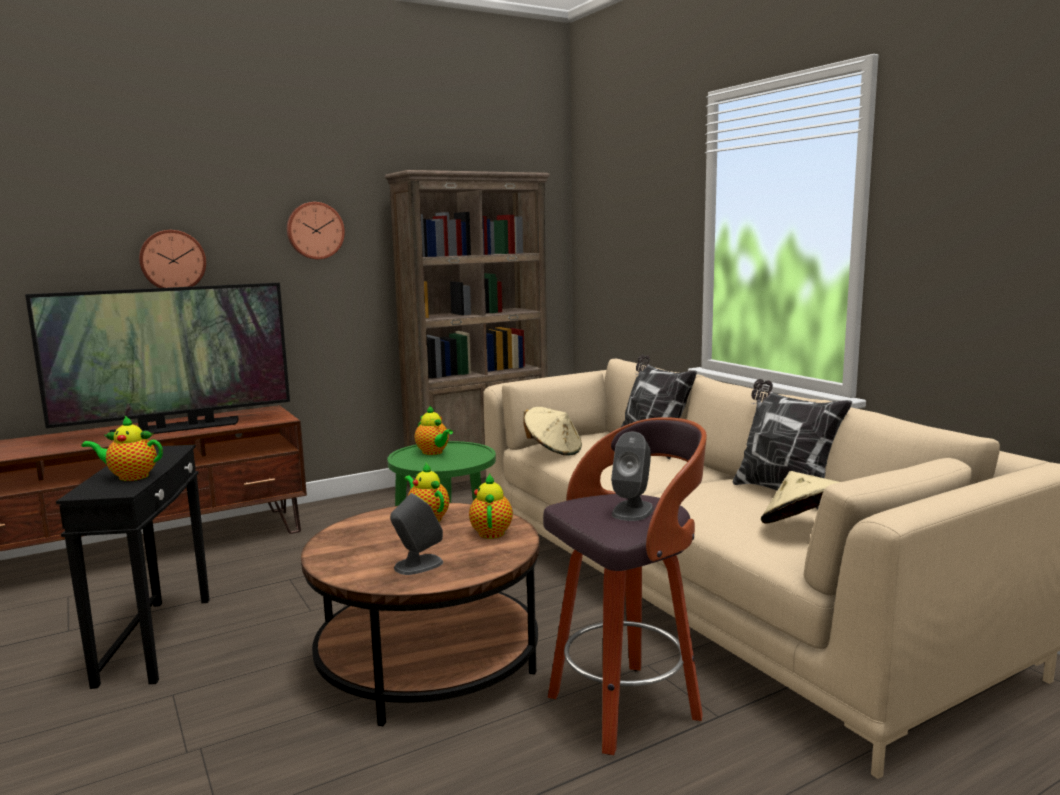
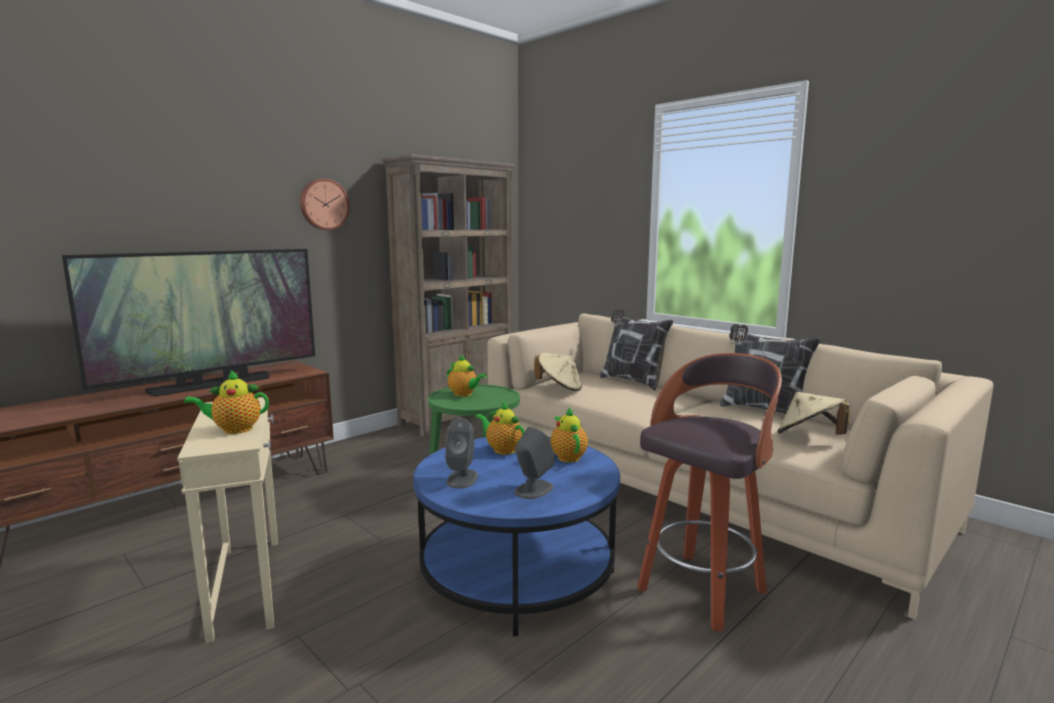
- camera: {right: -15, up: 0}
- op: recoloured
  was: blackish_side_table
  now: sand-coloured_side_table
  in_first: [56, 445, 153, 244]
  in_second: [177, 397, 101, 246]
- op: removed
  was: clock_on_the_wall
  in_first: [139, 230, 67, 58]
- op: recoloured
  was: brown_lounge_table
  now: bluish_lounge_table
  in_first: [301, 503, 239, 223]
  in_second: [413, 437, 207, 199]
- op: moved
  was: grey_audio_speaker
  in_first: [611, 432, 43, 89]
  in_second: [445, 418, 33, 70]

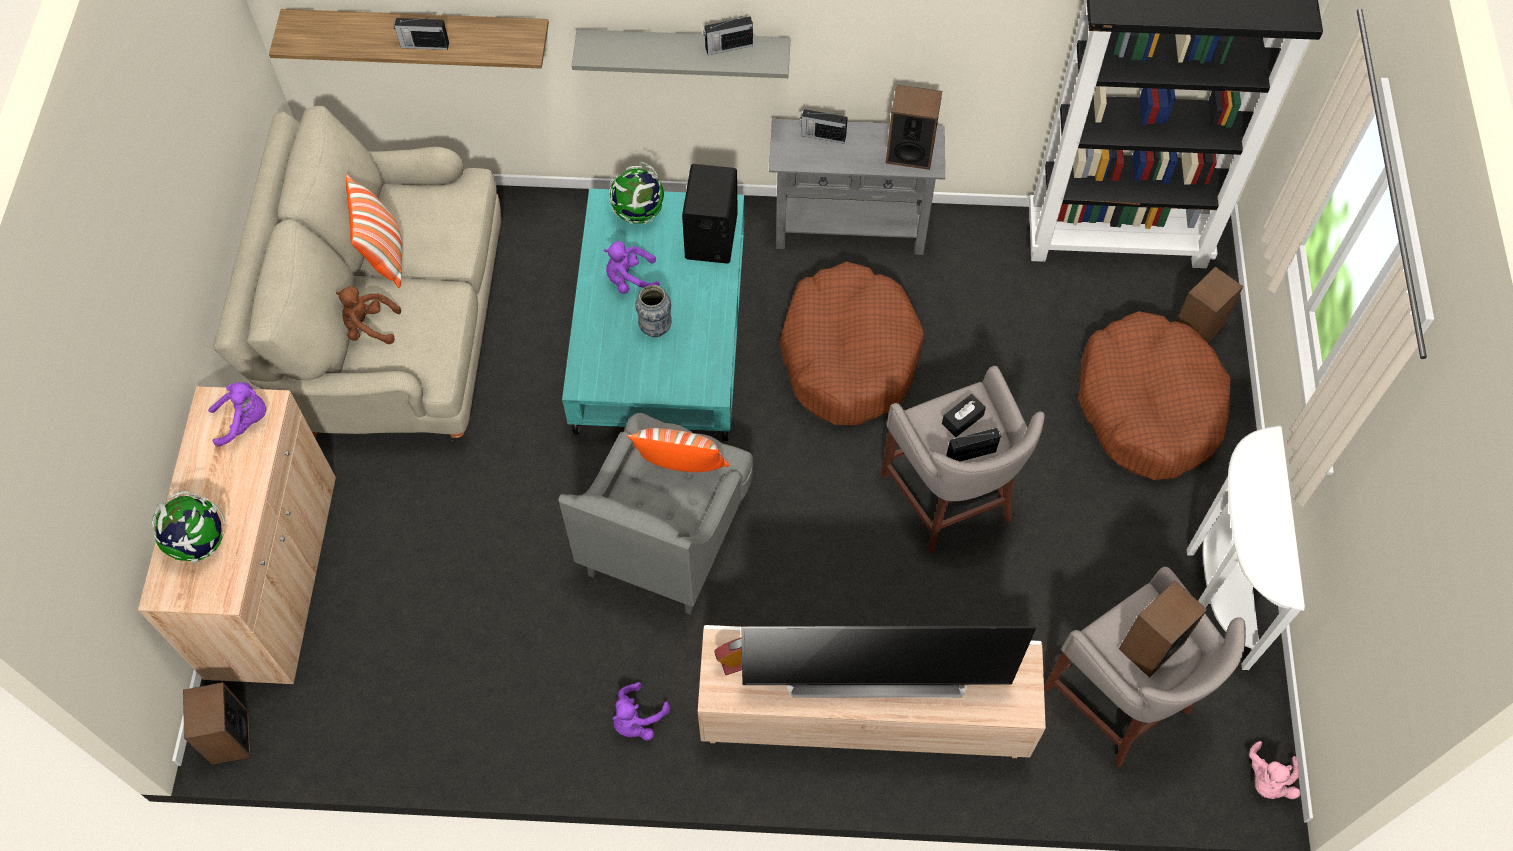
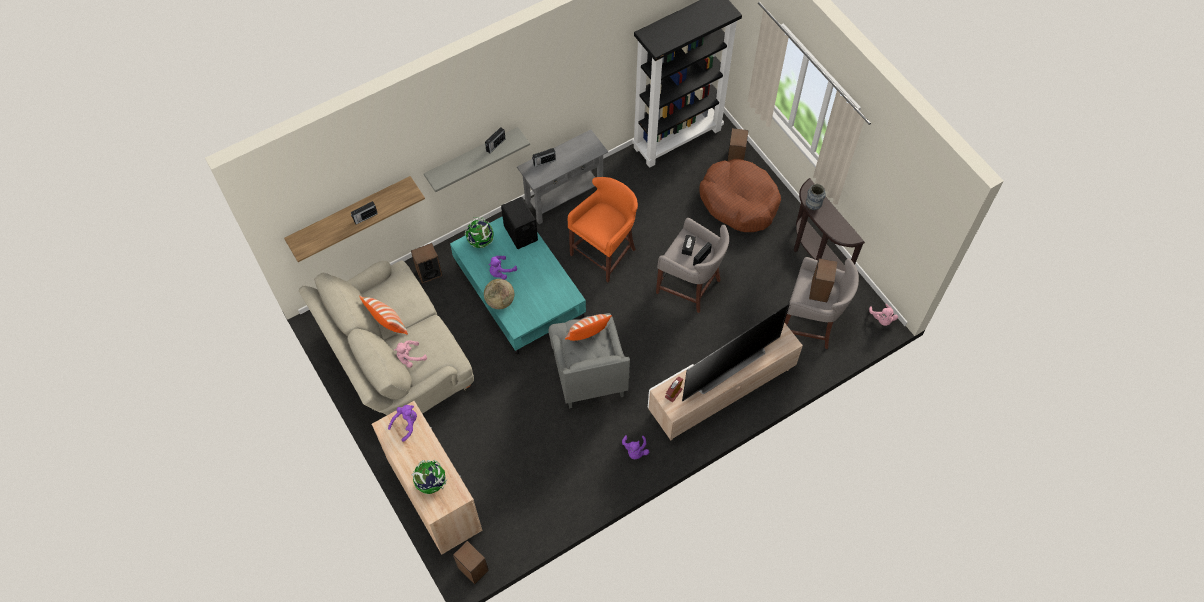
- camera: {right: -35, up: 0}
- op: recoloured
  was: brown_cuddly_toy
  now: pink_cuddly_toy
  in_first: [336, 286, 65, 58]
  in_second: [394, 341, 33, 27]
- op: moved
  was: flower_vase
  in_first: [635, 285, 37, 52]
  in_second: [806, 184, 20, 27]
- op: replaced
  was: brown_dog_cushion
  now: orange-coloured_stool
  in_first: [779, 262, 145, 163]
  in_second: [568, 177, 70, 105]
- op: moved
  was: audio_speaker
  in_first: [886, 85, 56, 85]
  in_second: [411, 243, 32, 41]
- op: recoloured
  was: whitish_console_table
  now: brown_console_table
  in_first: [1187, 426, 118, 244]
  in_second: [794, 178, 71, 93]
- op: added
  now: globe
  in_second: [484, 279, 30, 30]

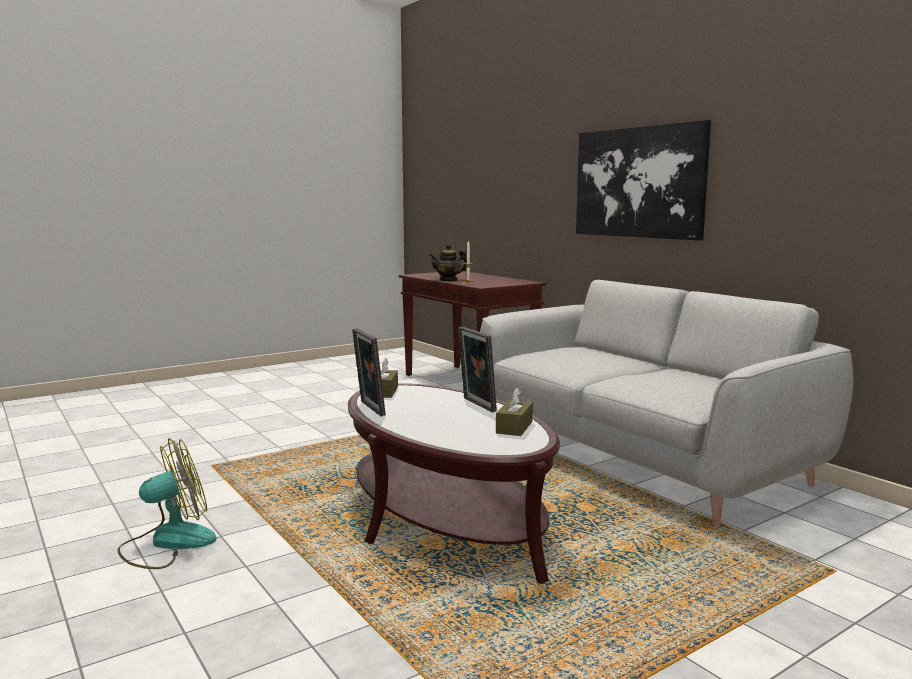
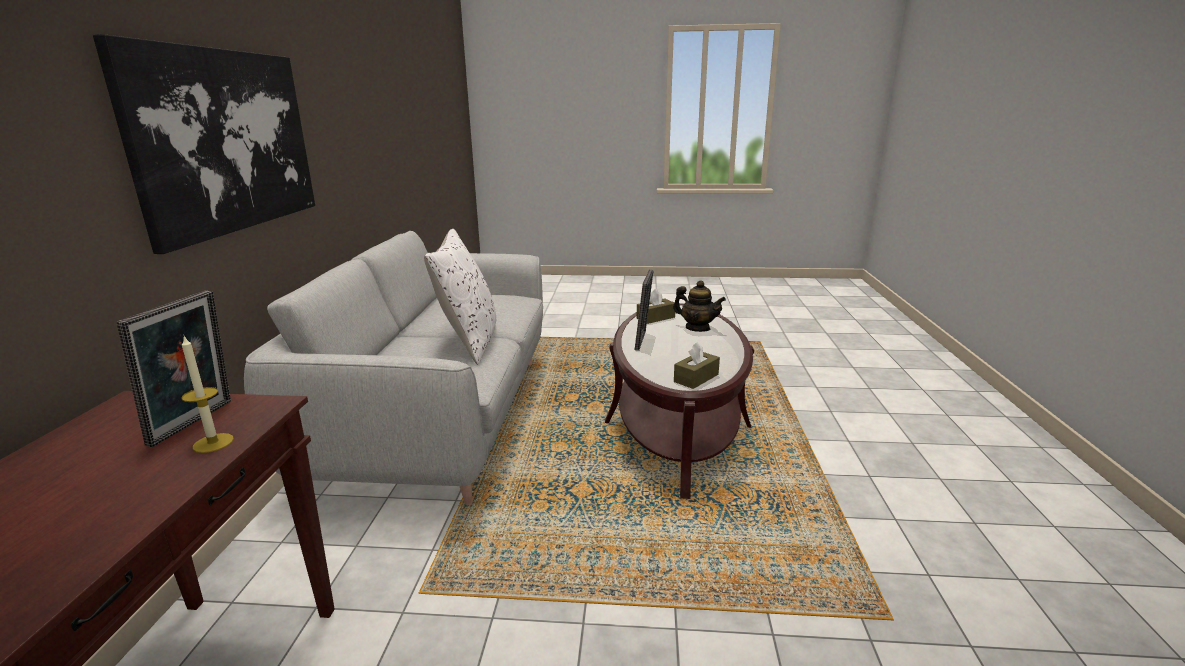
- camera: {right: -140, up: 10}
- op: removed
  was: electric_fan
  in_first: [117, 438, 100, 131]
- op: moved
  was: photo_frame
  in_first: [352, 328, 34, 88]
  in_second: [116, 290, 115, 157]
- op: moved
  was: pot_for_tea
  in_first: [429, 244, 38, 37]
  in_second: [673, 280, 53, 52]
- op: added
  now: whitish_cushion
  in_second: [424, 229, 72, 136]

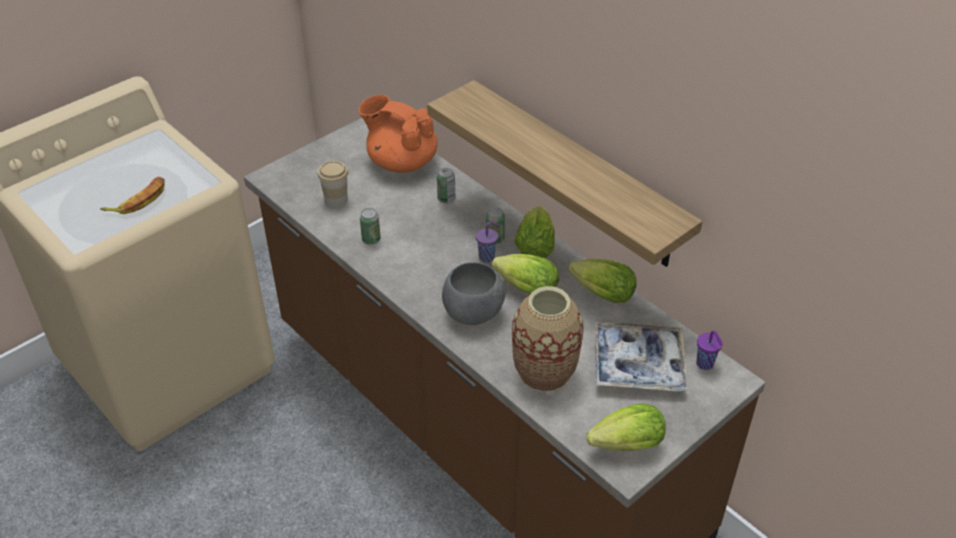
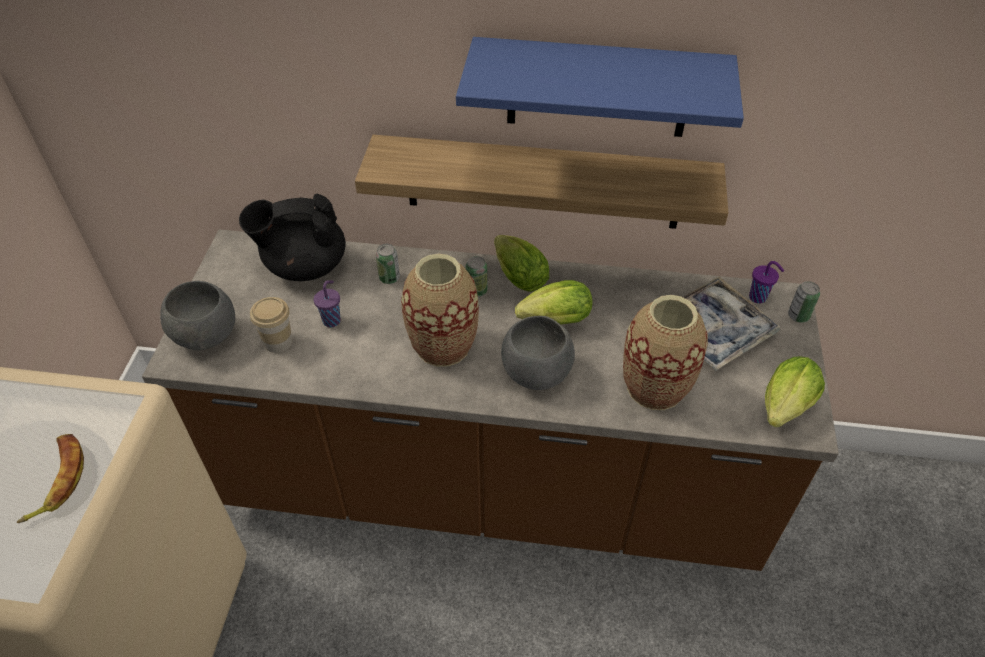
- camera: {right: -40, up: 5}
- op: recoloured
  was: orange-coloured_pot_for_tea
  now: blackish_pot_for_tea
  in_first: [359, 95, 78, 78]
  in_second: [239, 194, 107, 87]
- op: moved
  was: metal_can
  in_first: [360, 208, 21, 37]
  in_second: [788, 281, 32, 42]
- op: moved
  was: purplish_drinking_cup
  in_first: [476, 222, 23, 41]
  in_second: [314, 280, 27, 48]
- op: removed
  was: lettuce
  in_first: [568, 259, 69, 44]
- op: added
  now: grey_deep_dish
  in_second: [160, 281, 75, 69]
- op: added
  now: flower_vase
  in_second: [401, 254, 78, 113]
- op: added
  now: bluish_bracket_shelf
  in_second: [456, 37, 288, 100]

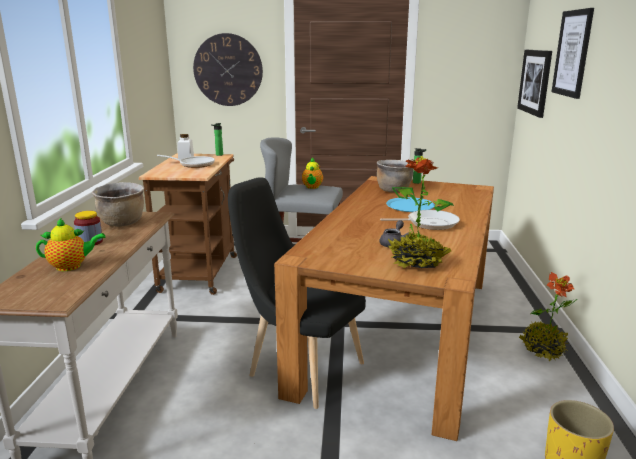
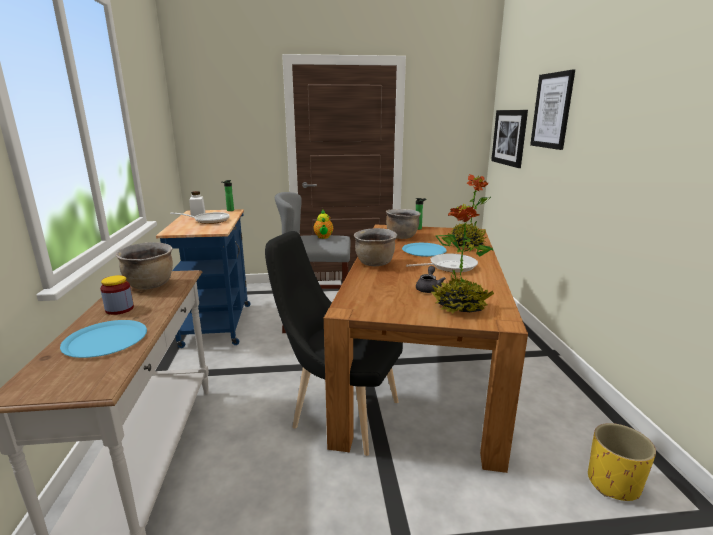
- camera: {right: -10, up: 0}
- op: replaced
  was: pot_for_tea
  now: bluish_dinner_plate
  in_first: [36, 217, 69, 54]
  in_second: [60, 320, 87, 38]
- op: recoloured
  was: brown_cart
  now: bluish_cart
  in_first: [139, 154, 98, 141]
  in_second: [156, 209, 95, 139]
- op: removed
  was: clock_on_the_wall
  in_first: [193, 33, 70, 73]
- op: moved
  was: houseplant
  in_first: [519, 272, 58, 90]
  in_second: [447, 174, 44, 76]
- op: added
  now: brown_cooking_pot
  in_second: [354, 228, 43, 38]

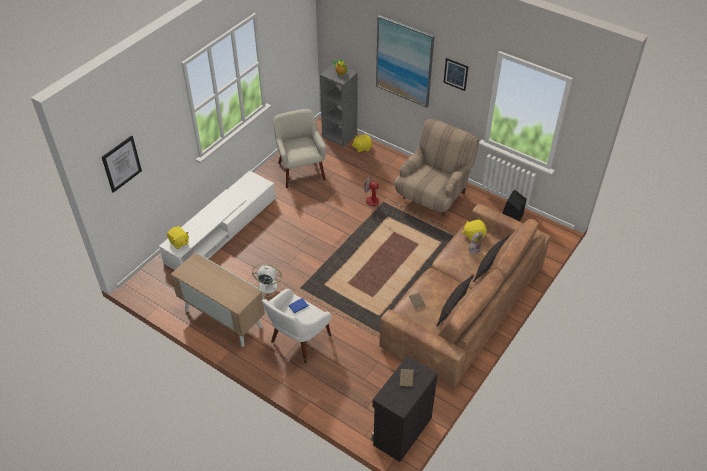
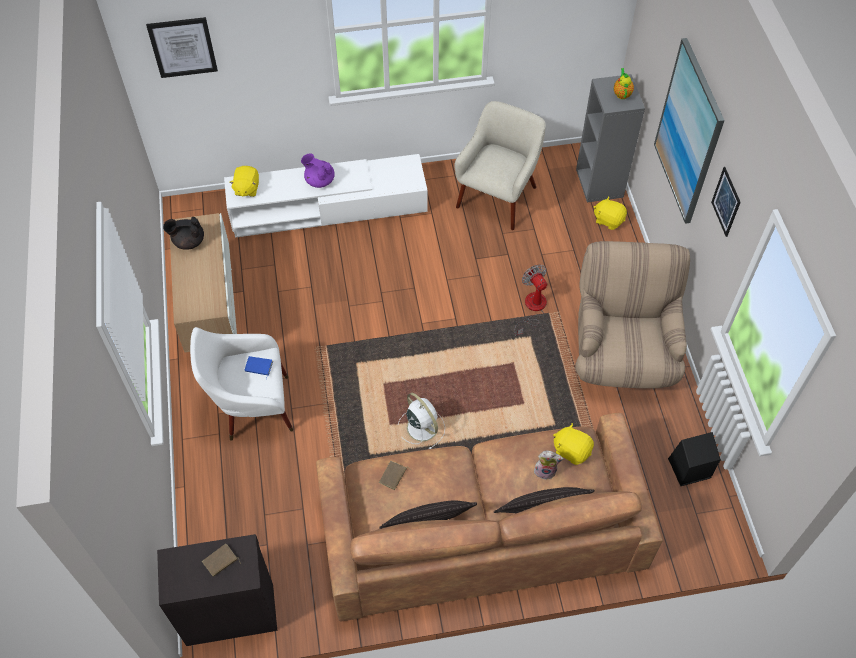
- camera: {right: 45, up: 10}
- op: moved
  was: whitish_electric_fan
  in_first: [252, 264, 31, 33]
  in_second: [398, 393, 47, 56]
- op: turned
  was: sand-coloured_easy_chair
  in_first: [394, 119, 85, 97]
  in_second: [575, 241, 115, 147]
  clockwise: -75
- op: added
  now: blackish_pot_for_tea
  in_second: [163, 217, 41, 33]
- op: added
  now: purplish_pot_for_tea
  in_second: [301, 154, 34, 34]

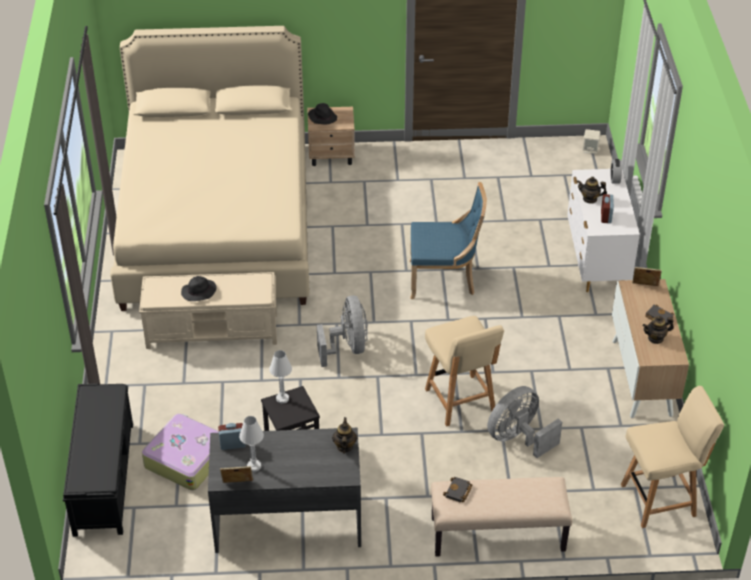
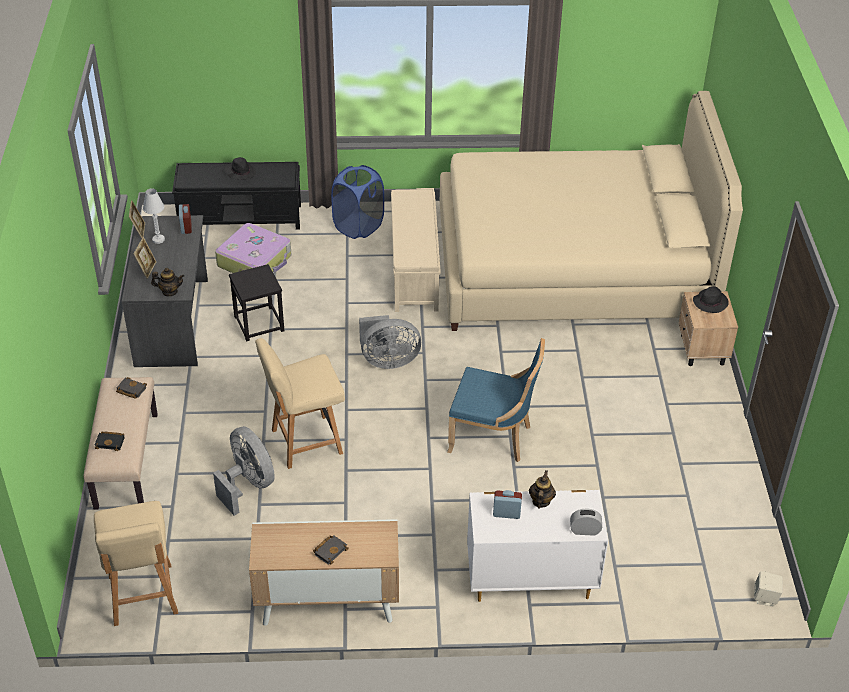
- camera: {right: 90, up: 0}
- op: moved
  was: blackish_clothing_hat
  in_first: [181, 276, 36, 25]
  in_second: [225, 157, 31, 23]
- op: removed
  was: whitish_tabletop_lamp
  in_first: [269, 350, 23, 54]
- op: turned
  was: bluish_upright_chair
  in_first: [410, 182, 77, 117]
  in_second: [447, 338, 98, 124]
  clockwise: -75
- op: moved
  was: photo_frame
  in_first: [632, 267, 30, 19]
  in_second: [134, 237, 22, 42]
- op: removed
  was: pot_for_tea
  in_first: [643, 316, 31, 28]
- op: added
  now: blackish_volume
  in_second: [94, 432, 31, 19]
- op: added
  now: bluish_hamper
  in_second: [331, 165, 53, 74]

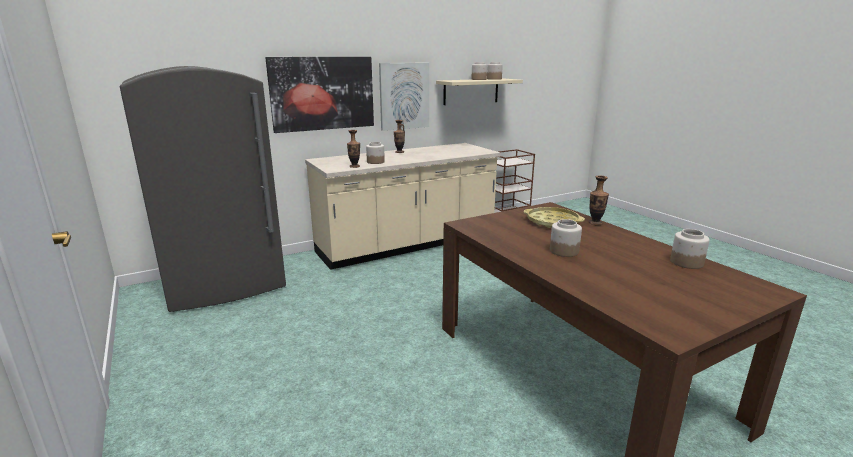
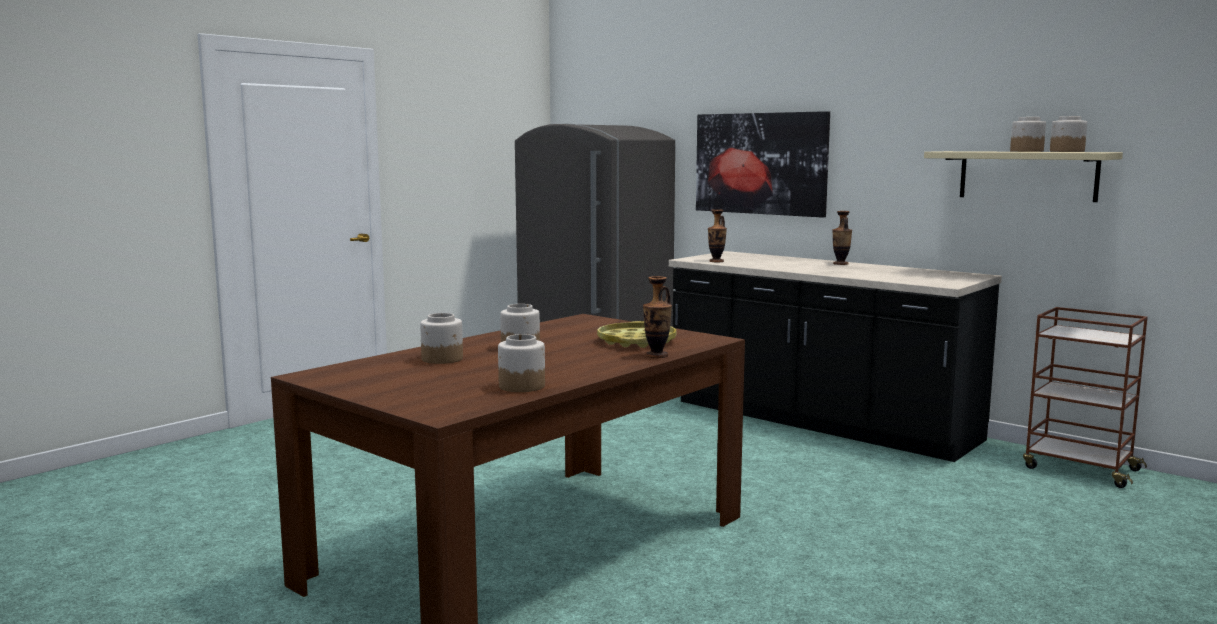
- camera: {right: 70, up: -10}
- op: recoloured
  was: sand-coloured_kitchen_counter
  now: blackish_kitchen_counter
  in_first: [305, 143, 196, 127]
  in_second: [669, 251, 333, 211]
- op: moved
  was: jar
  in_first: [366, 142, 19, 22]
  in_second: [420, 313, 43, 51]
- op: removed
  was: picture
  in_first: [379, 63, 50, 68]

